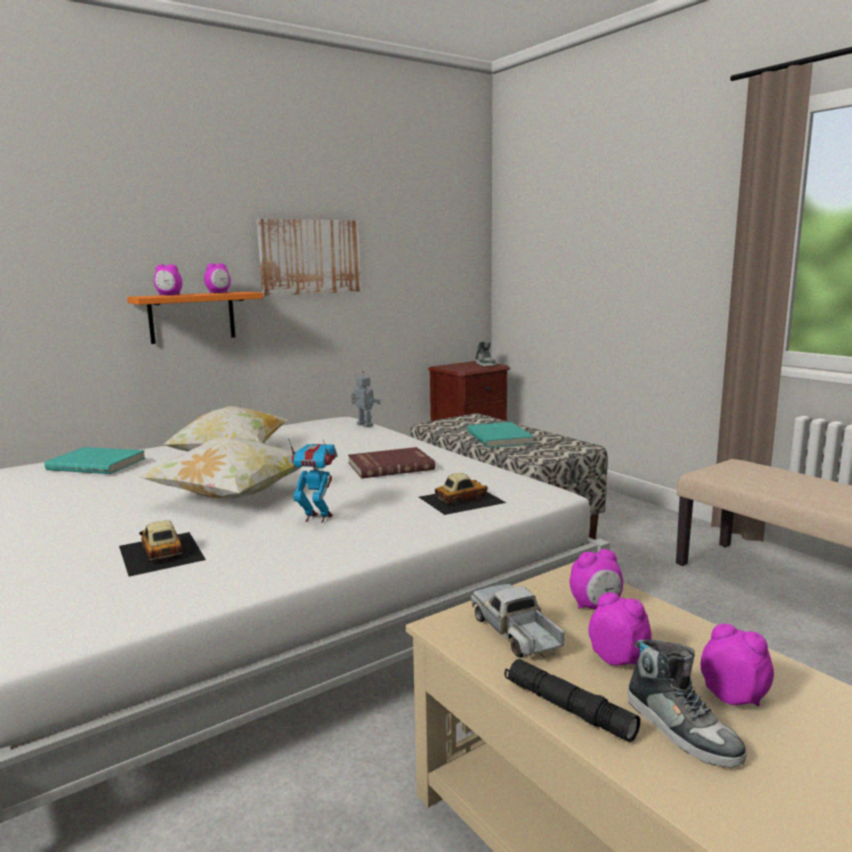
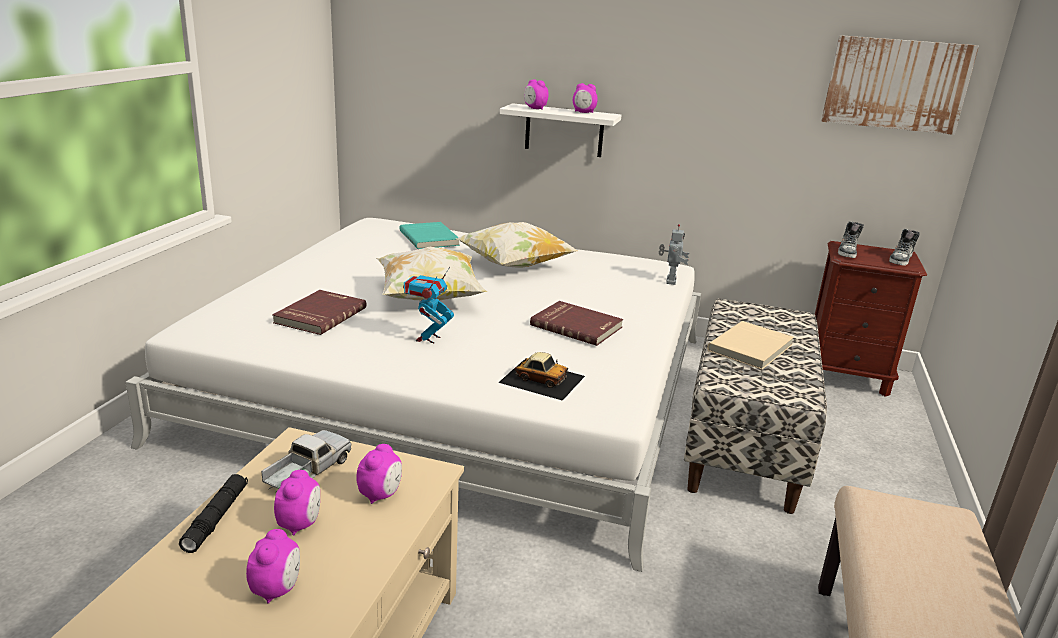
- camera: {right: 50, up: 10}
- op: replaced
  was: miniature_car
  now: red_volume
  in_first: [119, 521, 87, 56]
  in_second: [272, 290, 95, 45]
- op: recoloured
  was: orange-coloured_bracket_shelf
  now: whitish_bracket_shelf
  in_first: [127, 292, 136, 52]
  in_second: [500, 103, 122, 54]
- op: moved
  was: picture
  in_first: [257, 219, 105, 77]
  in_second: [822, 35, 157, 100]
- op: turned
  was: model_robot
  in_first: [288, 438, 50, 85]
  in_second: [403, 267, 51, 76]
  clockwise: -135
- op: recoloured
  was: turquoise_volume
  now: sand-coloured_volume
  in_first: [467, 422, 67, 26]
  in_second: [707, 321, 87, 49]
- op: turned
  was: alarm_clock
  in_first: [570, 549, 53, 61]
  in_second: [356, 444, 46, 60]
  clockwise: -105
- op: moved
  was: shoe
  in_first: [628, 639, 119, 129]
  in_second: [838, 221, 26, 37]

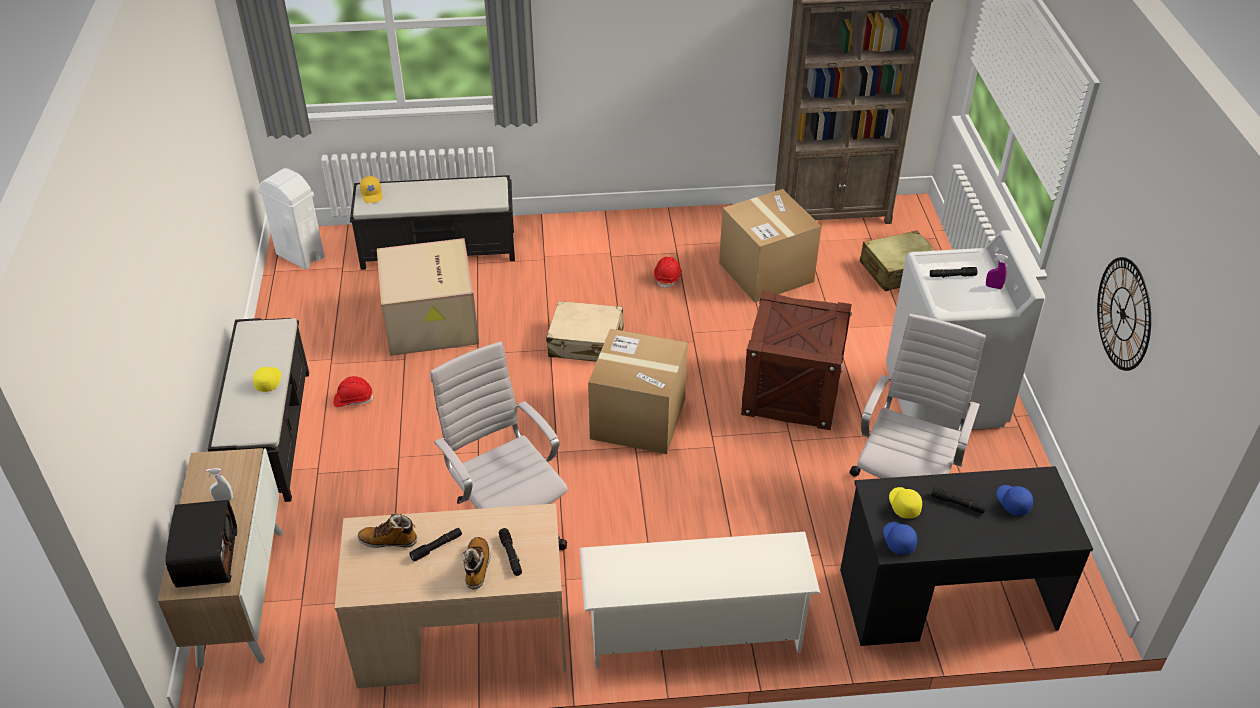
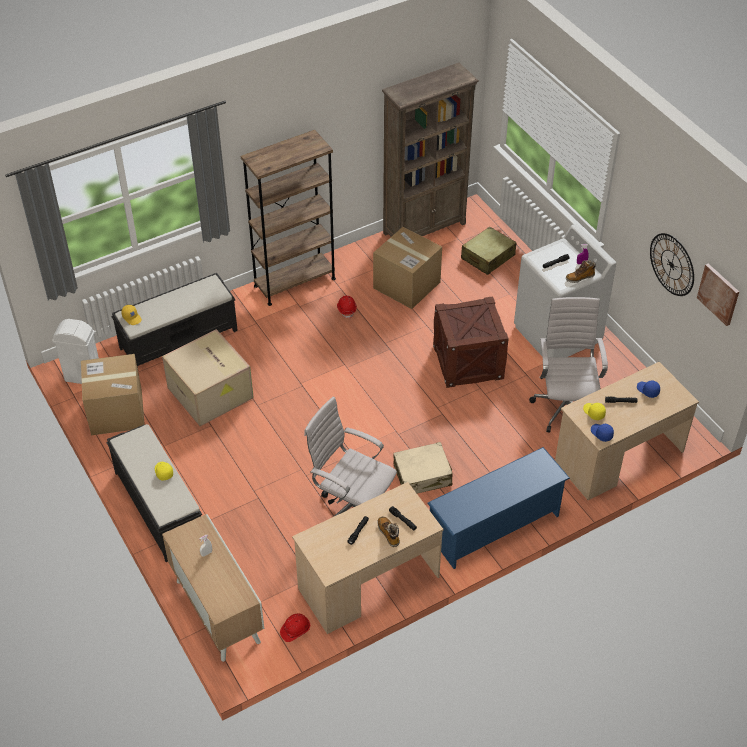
- camera: {right: -25, up: 5}
- op: removed
  was: radio_receiver
  in_first: [165, 500, 72, 88]
- op: moved
  was: red_safety_helmet
  in_first: [333, 376, 41, 31]
  in_second: [280, 613, 30, 29]
- op: moved
  was: high-top_boot
  in_first: [358, 513, 59, 35]
  in_second: [566, 260, 30, 23]
- op: moved
  was: sand-coloured_piece_of_luggage
  in_first: [546, 301, 78, 61]
  in_second: [393, 442, 60, 52]
- op: recoloured
  was: whitish_shoe_rack
  now: bluish_shoe_rack
  in_first: [579, 532, 241, 136]
  in_second: [427, 447, 143, 122]
- op: moved
  was: cardboard_box
  in_first: [588, 329, 100, 125]
  in_second: [81, 354, 64, 82]
- op: recoloured
  was: blackish_desk_table
  now: sand-coloured_desk_table
  in_first: [840, 466, 253, 180]
  in_second: [555, 362, 144, 138]
- op: added
  now: brown_bookcase
  in_second: [241, 130, 95, 176]
- op: added
  now: picture
  in_second: [697, 264, 42, 62]

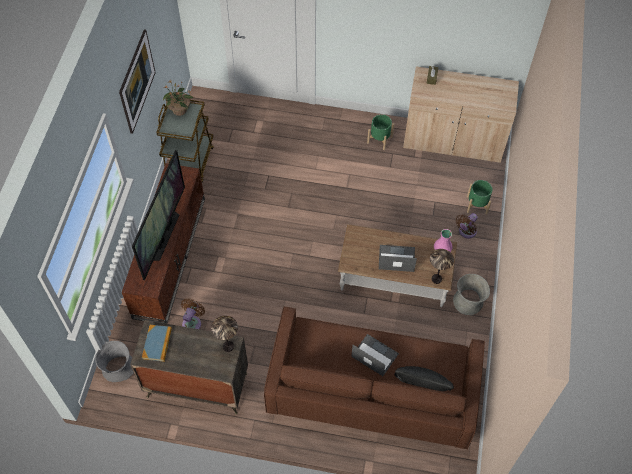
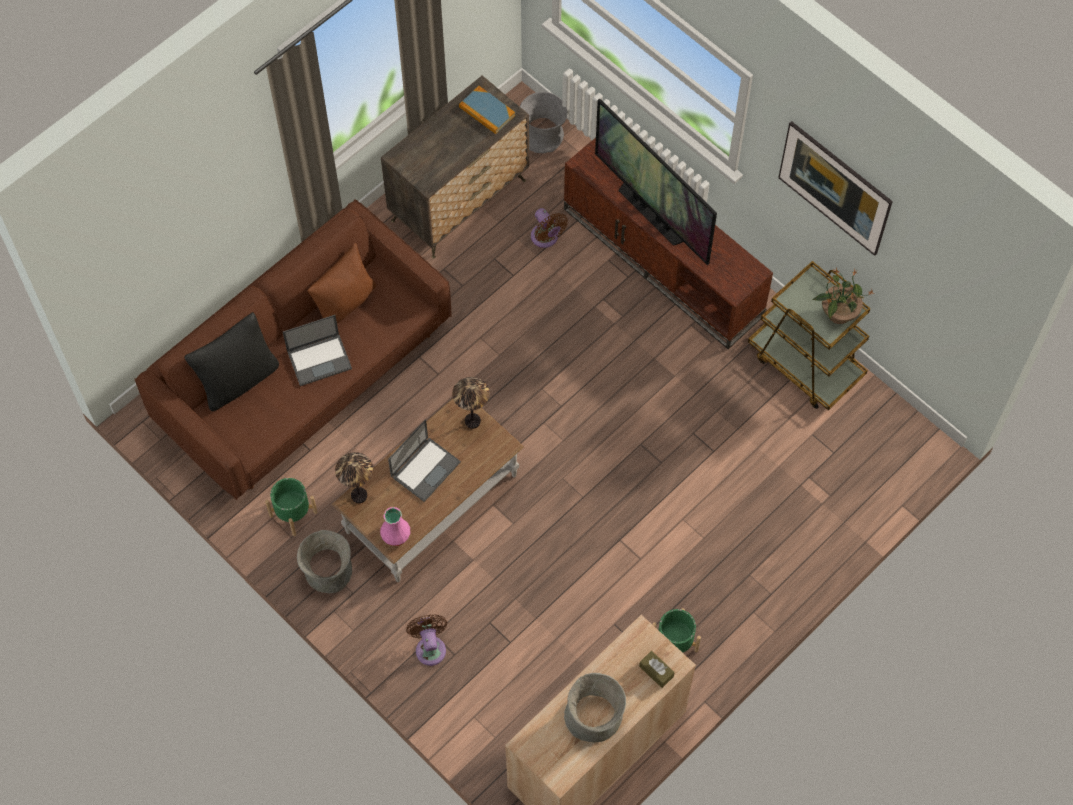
- camera: {right: 125, up: 5}
- op: moved
  was: tabletop_lamp
  in_first: [211, 316, 27, 36]
  in_second: [452, 377, 38, 52]
- op: moved
  was: green-coloured_flower_pot
  in_first: [467, 180, 26, 34]
  in_second: [265, 477, 52, 59]
- op: added
  now: brown_cushion
  in_second: [307, 243, 69, 81]
- op: added
  now: grey_flower_vase
  in_second: [564, 673, 62, 69]

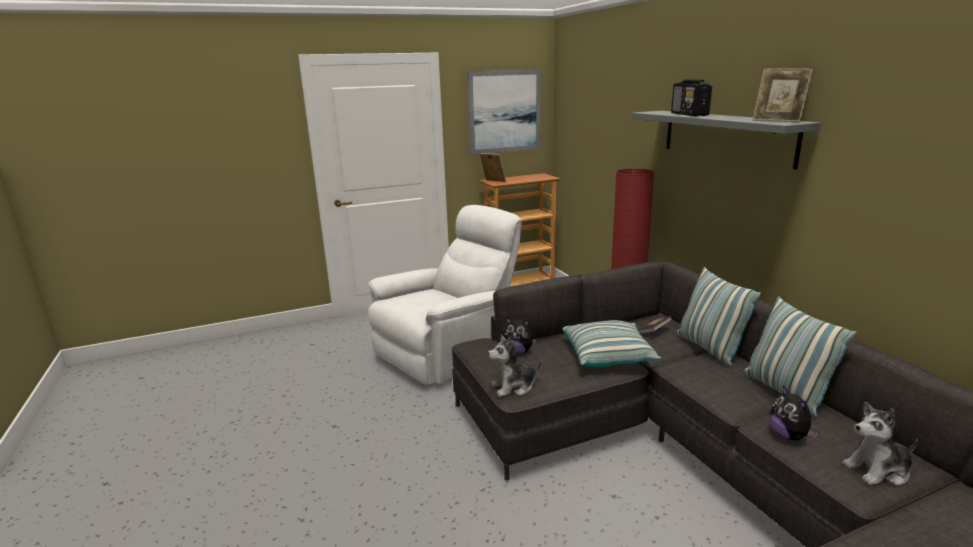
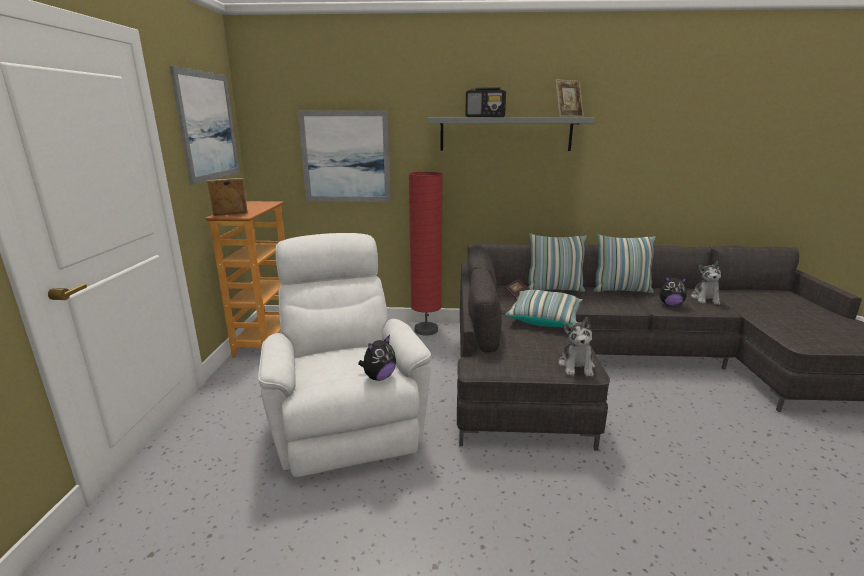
- camera: {right: -65, up: 0}
- op: moved
  was: cuddly_toy
  in_first: [504, 317, 33, 37]
  in_second: [358, 335, 38, 46]
- op: added
  now: picture
  in_second: [298, 111, 93, 91]

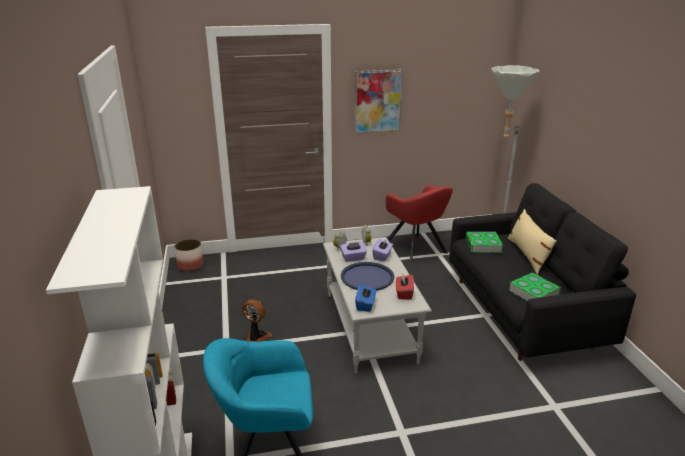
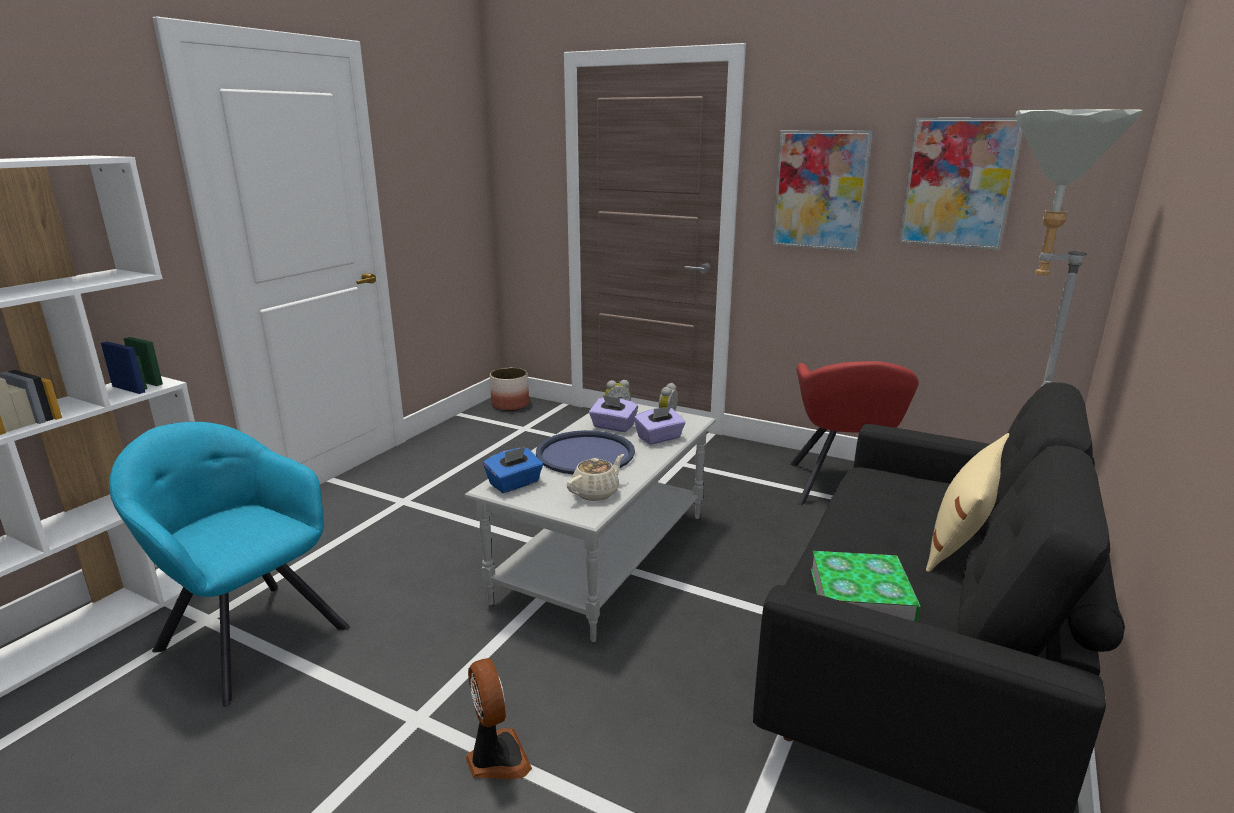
- camera: {right: 40, up: -5}
- op: moved
  was: electric_fan
  in_first: [242, 299, 29, 43]
  in_second: [466, 658, 66, 121]
- op: replaced
  was: red_tissue_box
  now: sand-coloured_pot_for_tea
  in_first: [396, 274, 18, 26]
  in_second: [567, 454, 57, 47]
- op: removed
  was: volume
  in_first: [466, 232, 37, 21]
- op: added
  now: picture
  in_second: [899, 117, 124, 133]

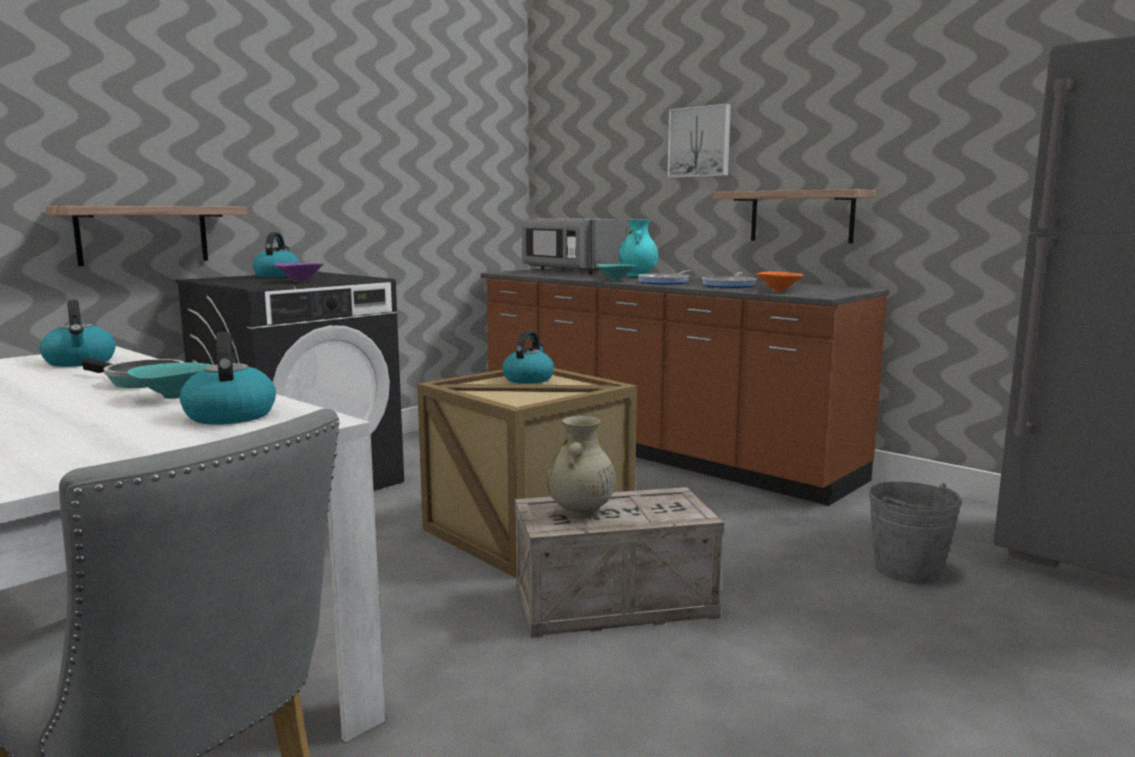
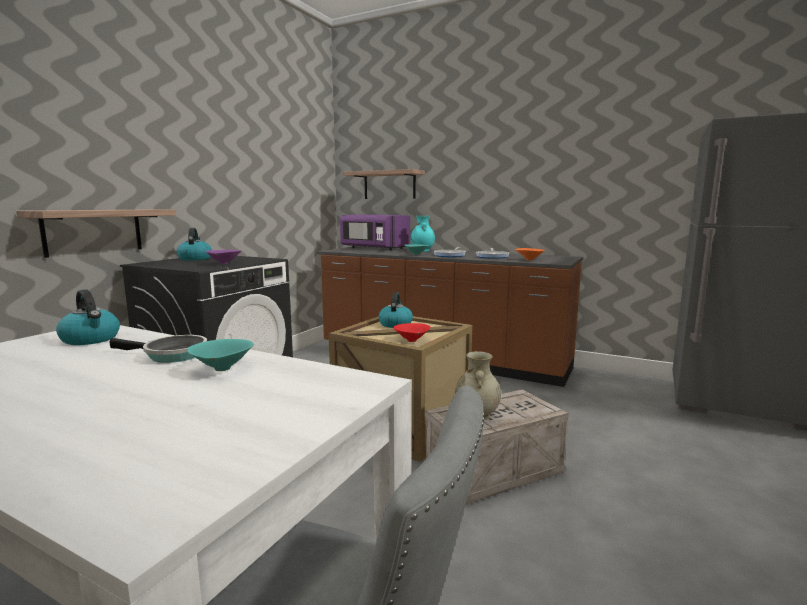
- camera: {right: -15, up: 0}
- op: removed
  was: tea_kettle
  in_first: [180, 332, 96, 93]
- op: recoloured
  was: grey_microwave_oven
  now: purplish_microwave_oven
  in_first: [522, 218, 104, 56]
  in_second: [340, 215, 70, 36]
- op: removed
  was: picture
  in_first: [667, 104, 64, 74]
- op: moved
  was: bracket_shelf
  in_first: [713, 189, 163, 54]
  in_second: [343, 169, 82, 30]
- op: removed
  was: grey_water_bucket
  in_first: [868, 481, 94, 103]
- op: added
  now: red_deep_dish
  in_second: [393, 323, 37, 19]

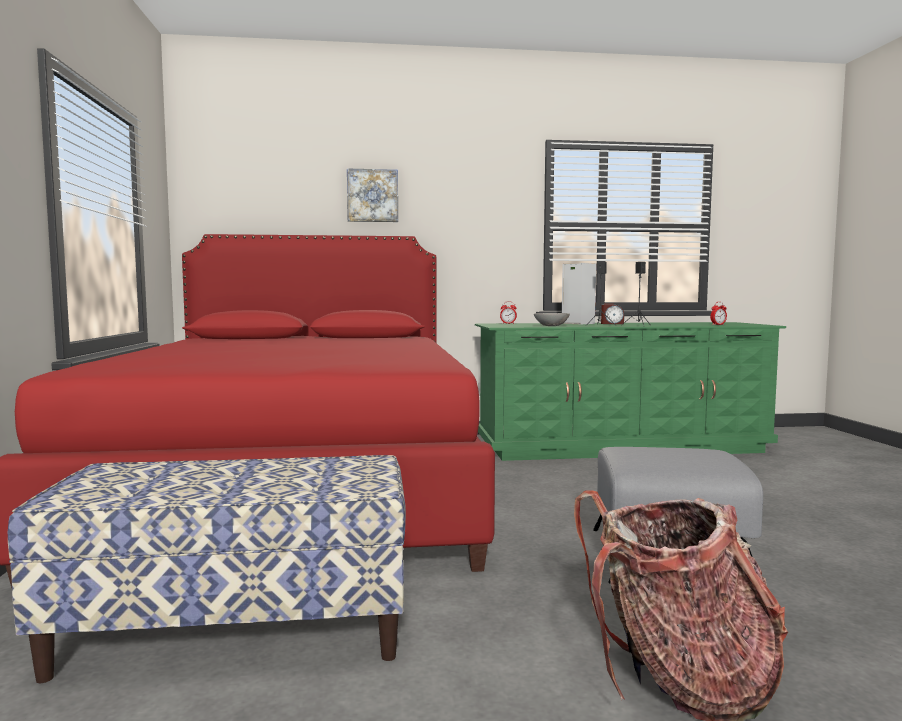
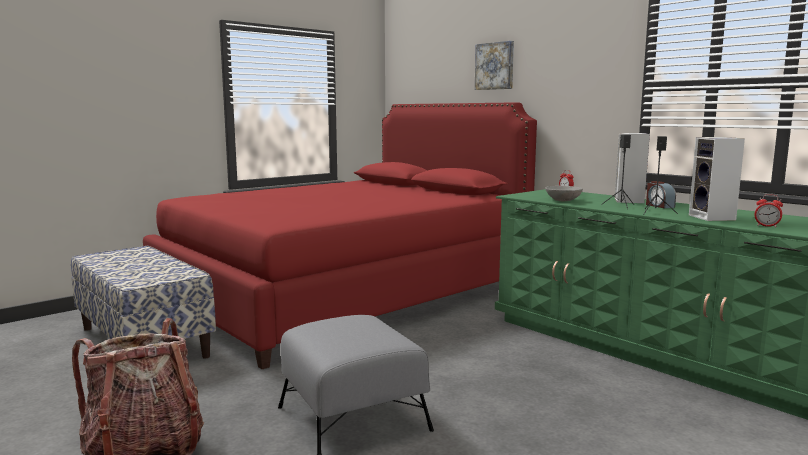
- camera: {right: 55, up: 5}
- op: added
  now: audio_speaker
  in_second: [689, 137, 56, 84]

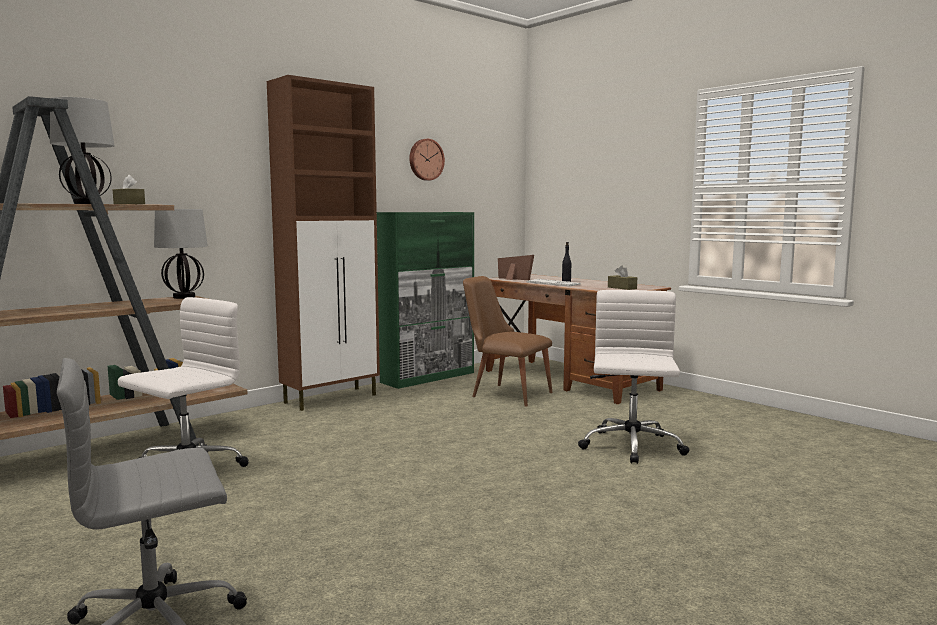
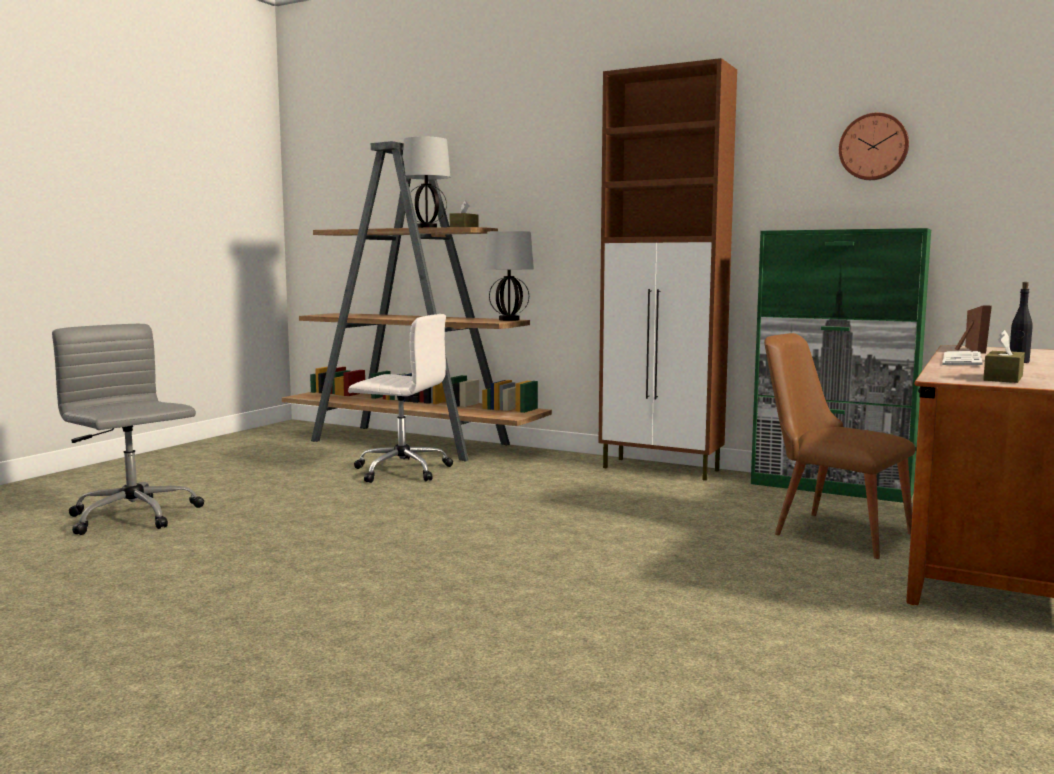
- camera: {right: 70, up: 0}
- op: turned
  was: brown_upright_chair
  in_first: [463, 276, 90, 131]
  in_second: [764, 333, 151, 226]
  clockwise: -60
- op: removed
  was: whitish_desk_chair
  in_first: [578, 290, 112, 174]

